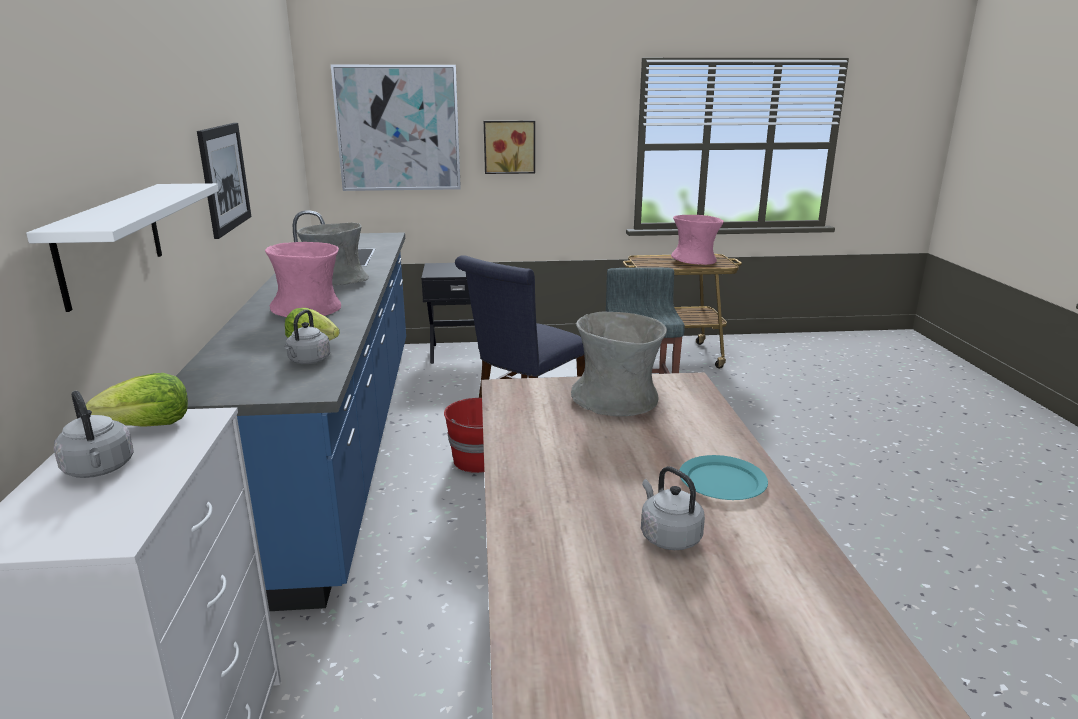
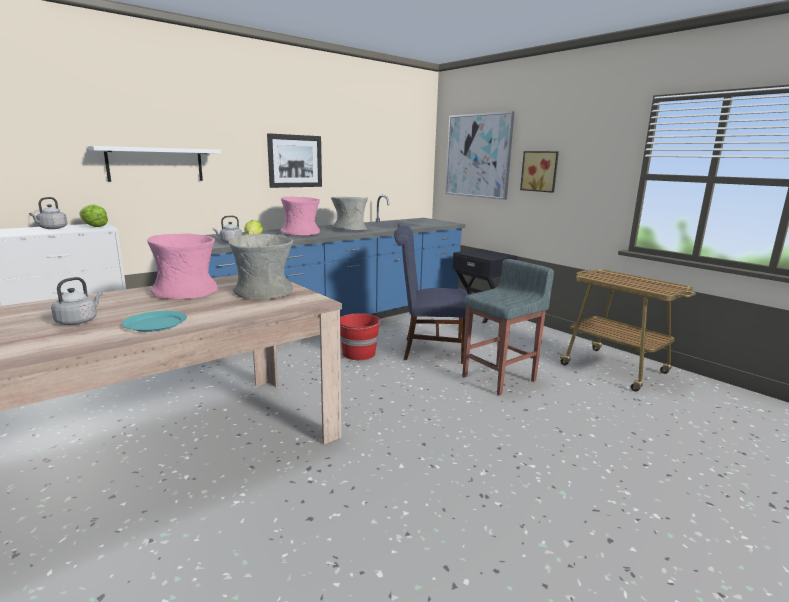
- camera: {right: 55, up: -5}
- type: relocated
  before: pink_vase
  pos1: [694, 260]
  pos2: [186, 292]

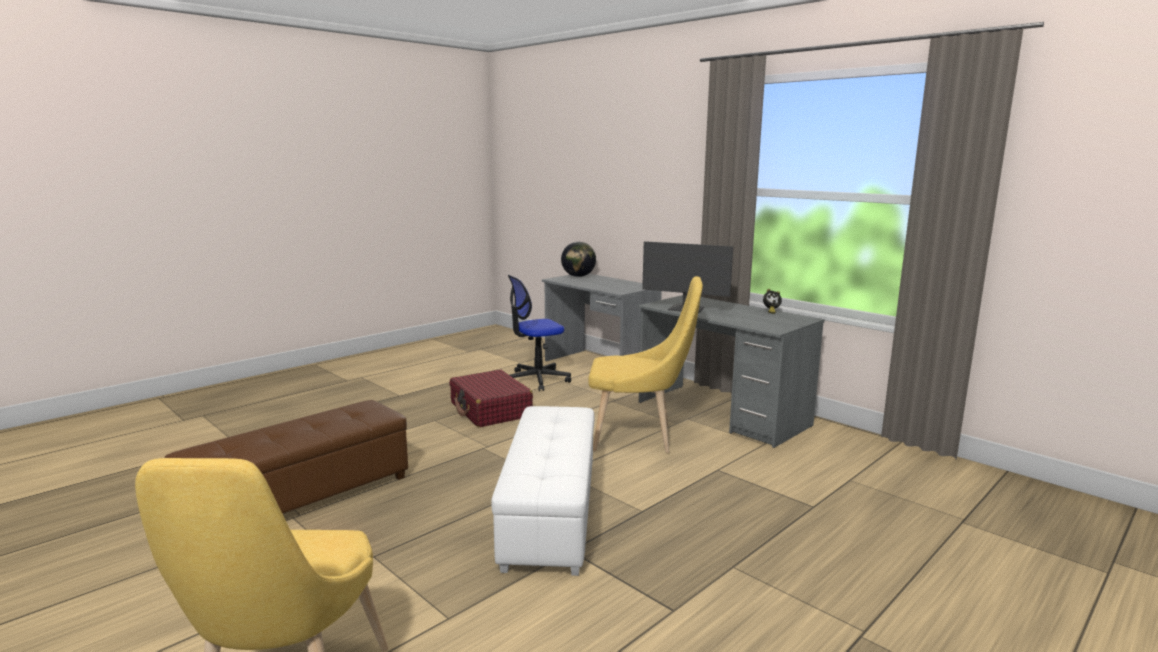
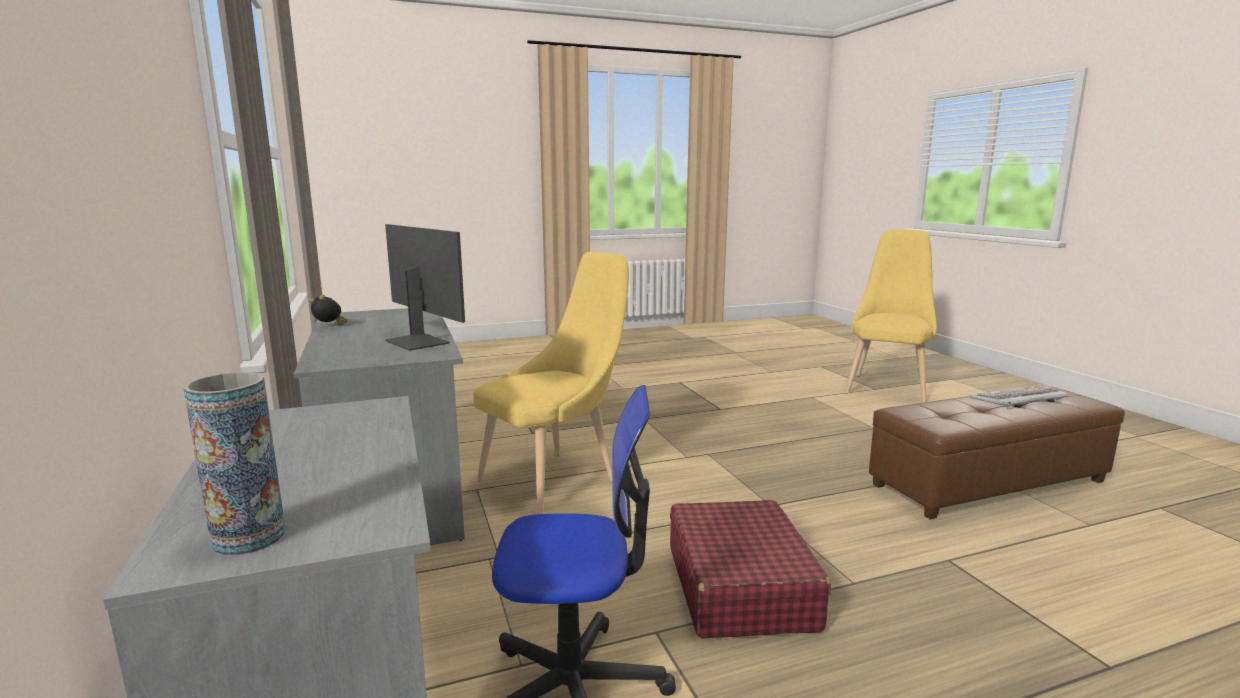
- camera: {right: -155, up: 0}
- type: exchanged
  before: globe
  after: vase
  pos1: [578, 276]
  pos2: [249, 537]
- type: spun
  before: yellow_chair
  pos1: [639, 437]
  pos2: [556, 479]
  turn: 105
- type: missing
  before: white_ottoman
  pos1: [551, 513]
- type: appeared
  after: keyboard
  pos2: [1018, 400]

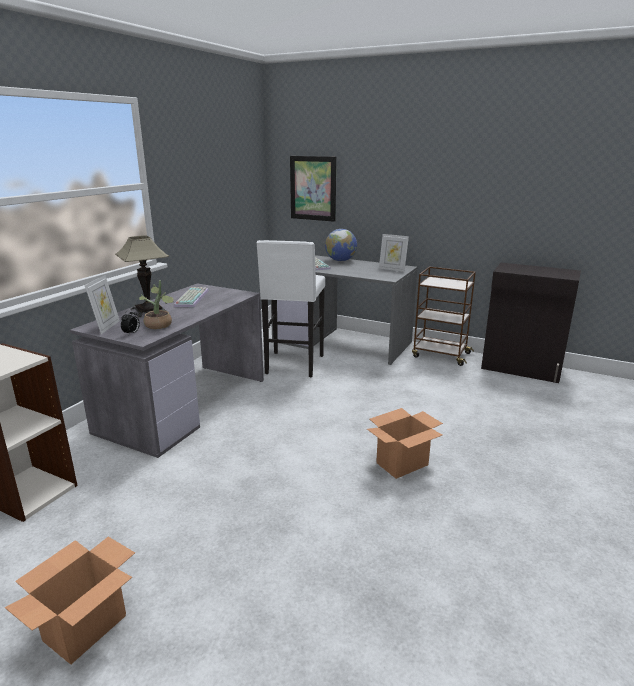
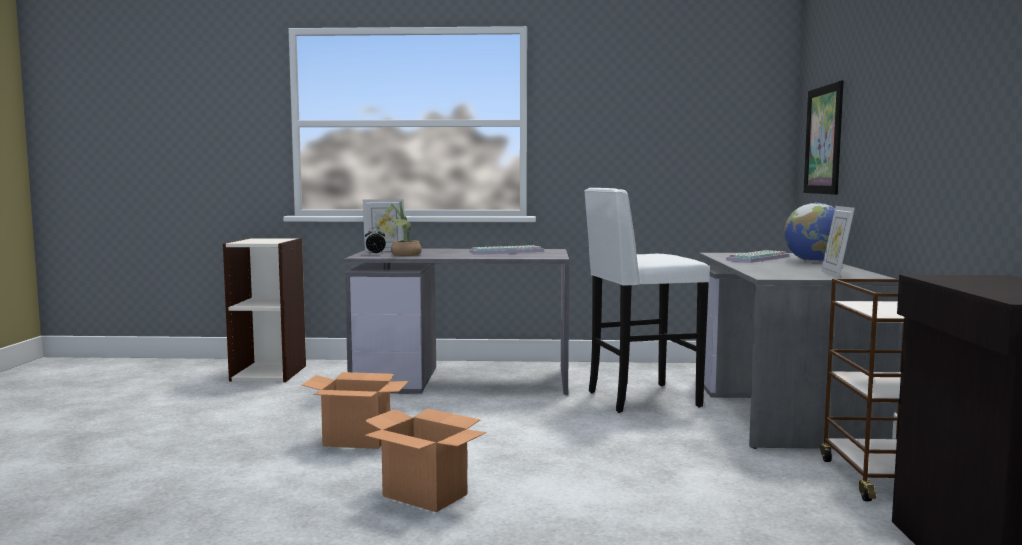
- camera: {right: 65, up: -15}
- type: missing
  before: table_lamp
  pos1: [149, 310]
- type: relocated
  before: cardboard_box
  pos1: [86, 627]
  pos2: [358, 440]

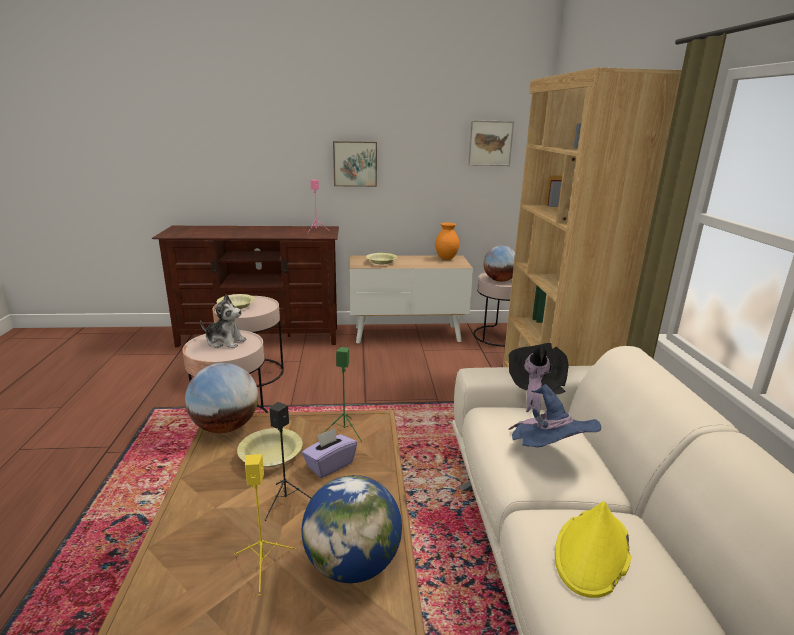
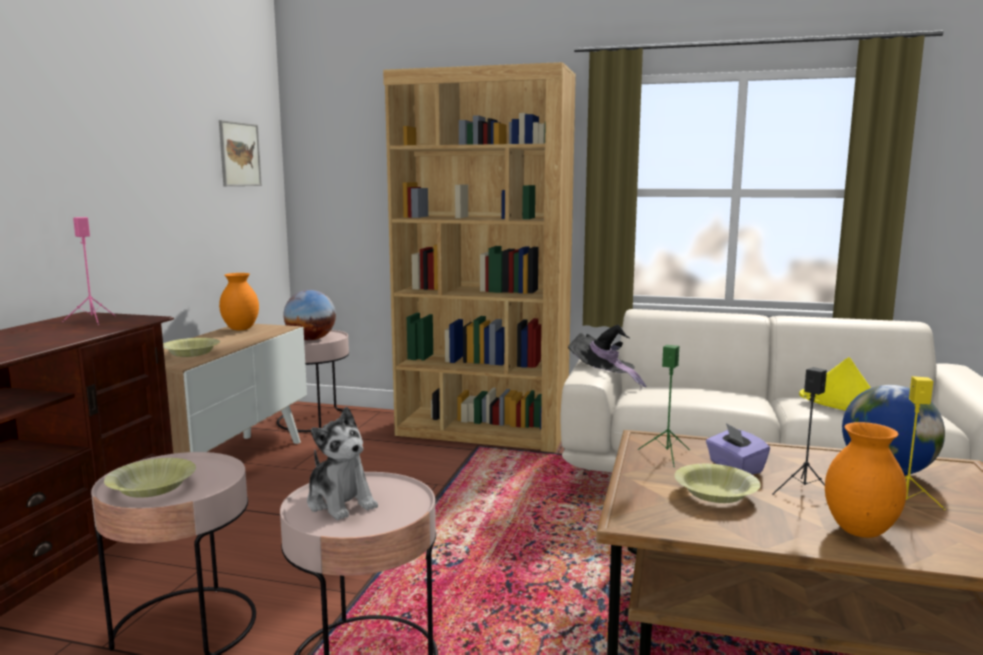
- camera: {right: -70, up: -10}
- type: missing
  before: picture
  pos1: [355, 163]
- type: spun
  before: plush_toy
  pos1: [225, 342]
  pos2: [340, 502]
  turn: 105
- type: missing
  before: globe
  pos1: [226, 427]
- type: missing
  before: blue_hat
  pos1: [549, 453]
- type: appeared
  after: orange_vase
  pos2: [858, 531]

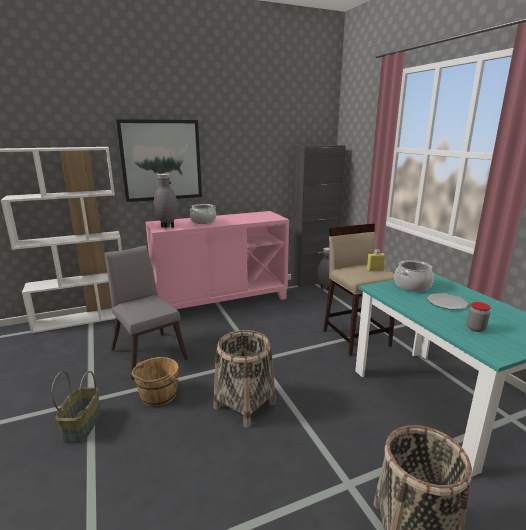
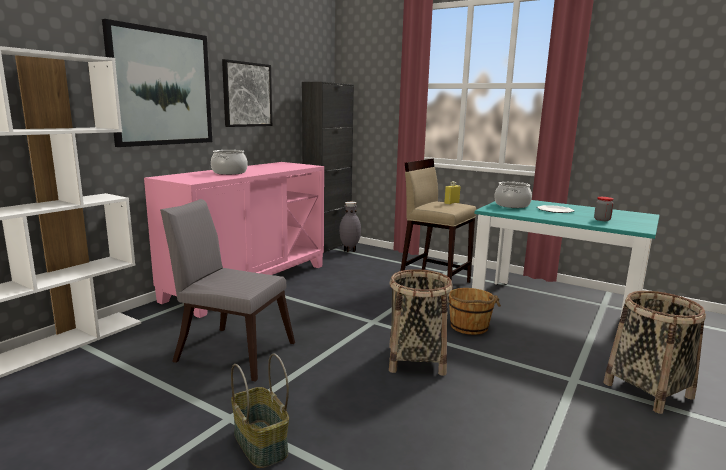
- camera: {right: -35, up: -5}
- type: missing
  before: grey_vase
  pos1: [167, 227]
- type: relocated
  before: brown_bucket
  pos1: [158, 395]
  pos2: [469, 327]
- type: appeared
  after: picture
  pos2: [247, 94]

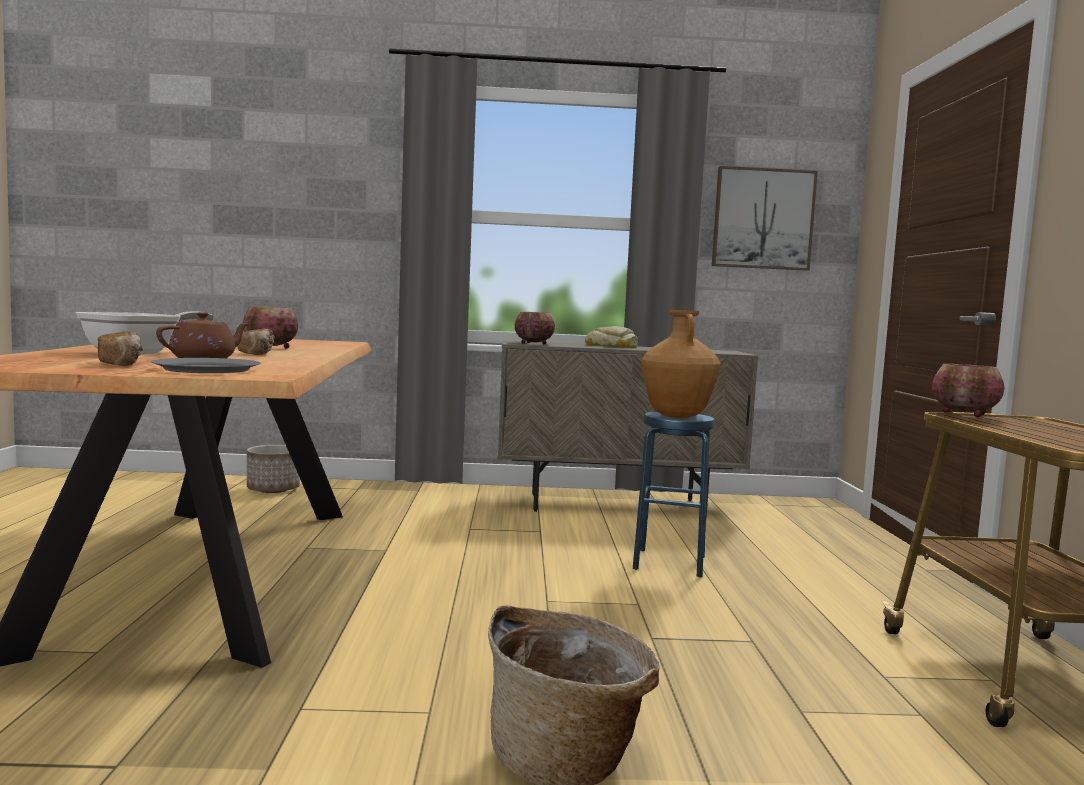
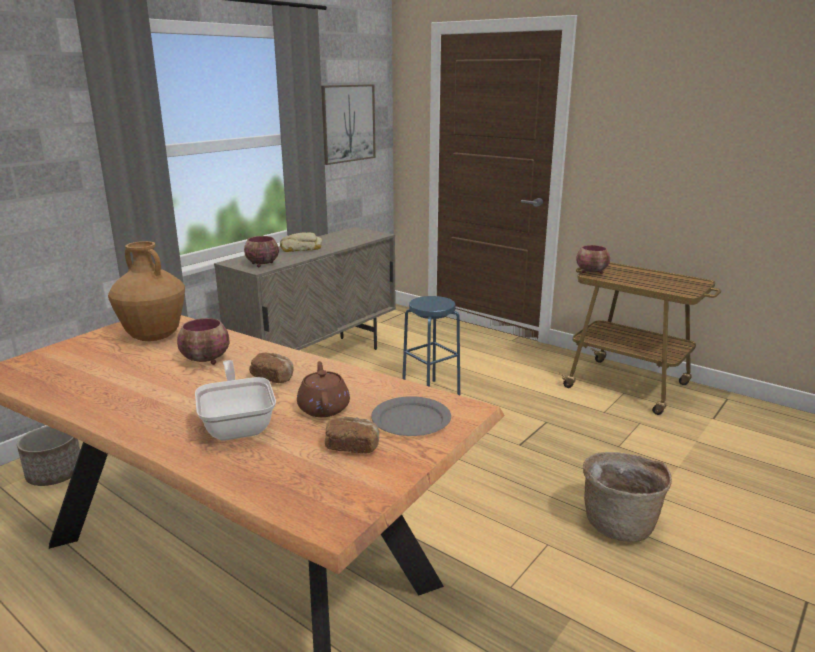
- camera: {right: -50, up: 15}
- type: relocated
  before: brown_vase
  pos1: [676, 416]
  pos2: [153, 337]

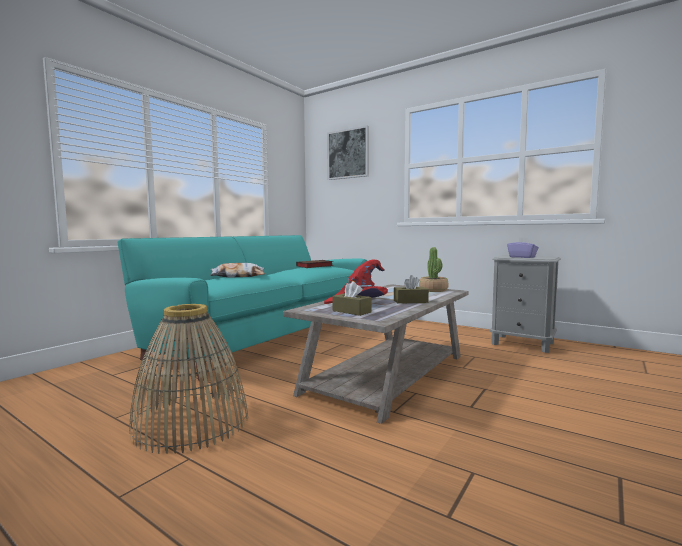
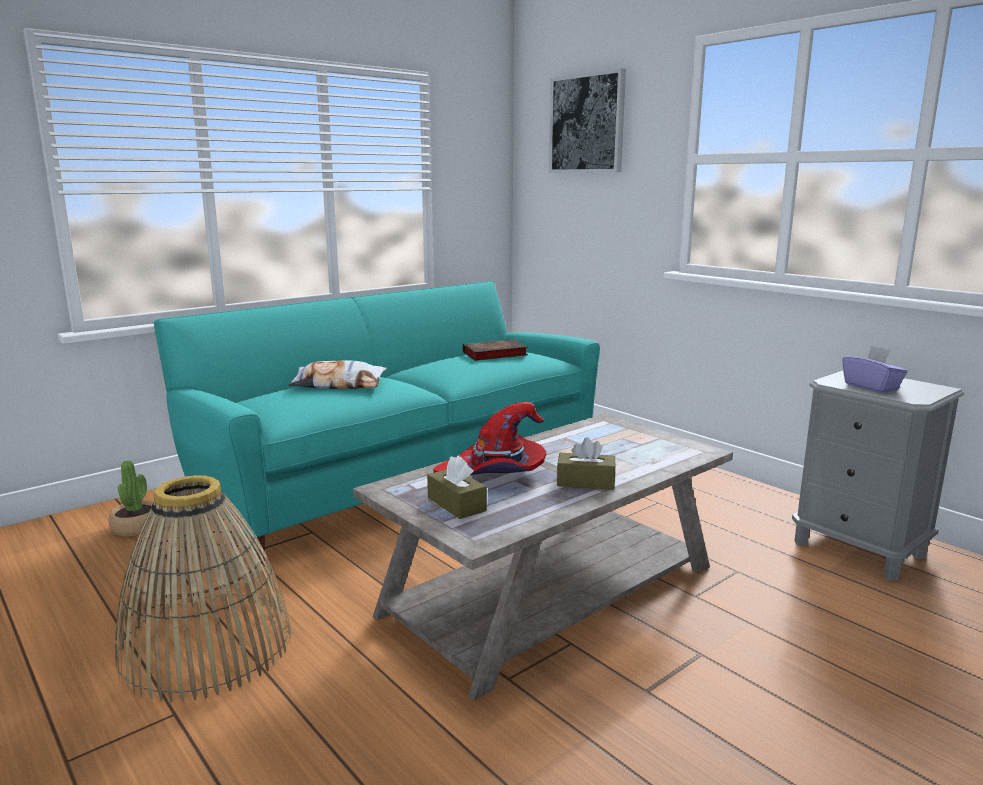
- camera: {right: 15, up: 10}
- type: relocated
  before: potted_plant
  pos1: [433, 290]
  pos2: [136, 528]

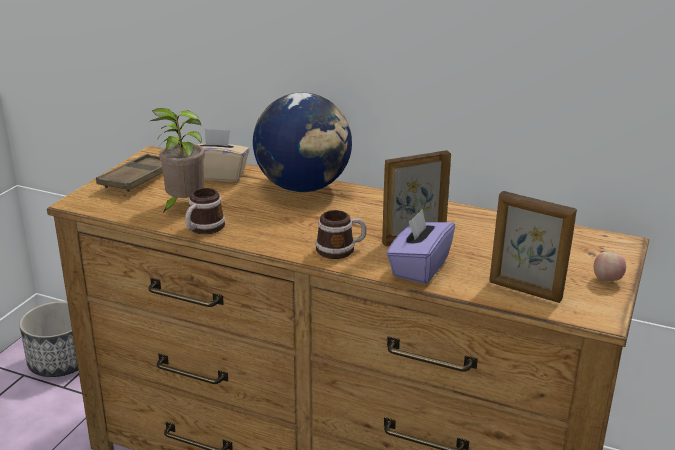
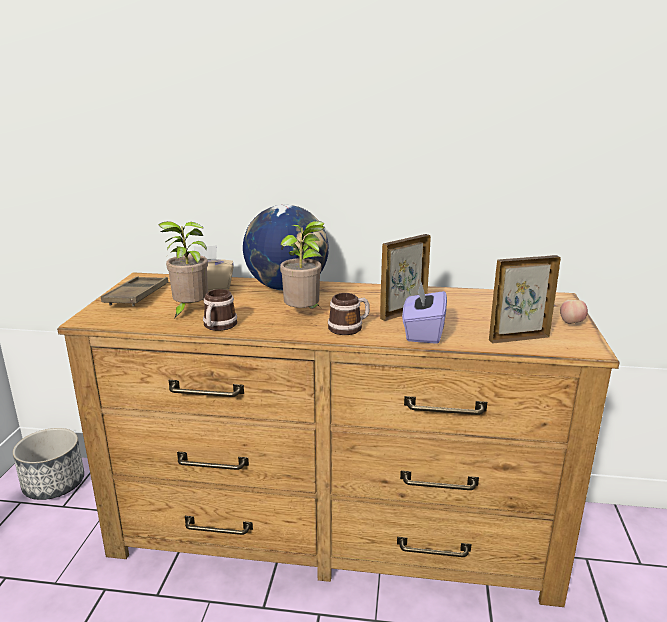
- camera: {right: -15, up: -5}
- type: spun
  before: picture_frame
  pos1: [525, 291]
  pos2: [518, 338]
  turn: 150
- type: appeared
  after: potted_plant
  pos2: [304, 314]

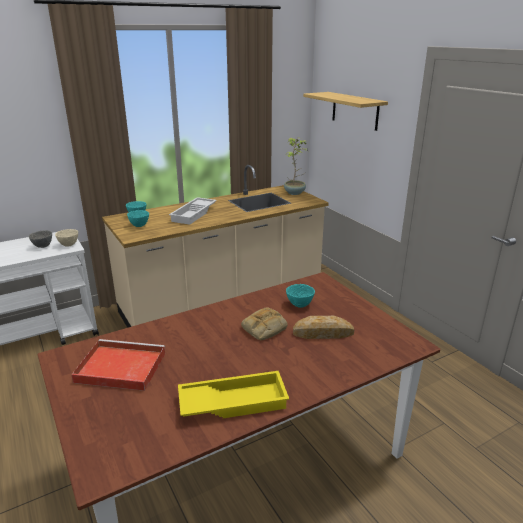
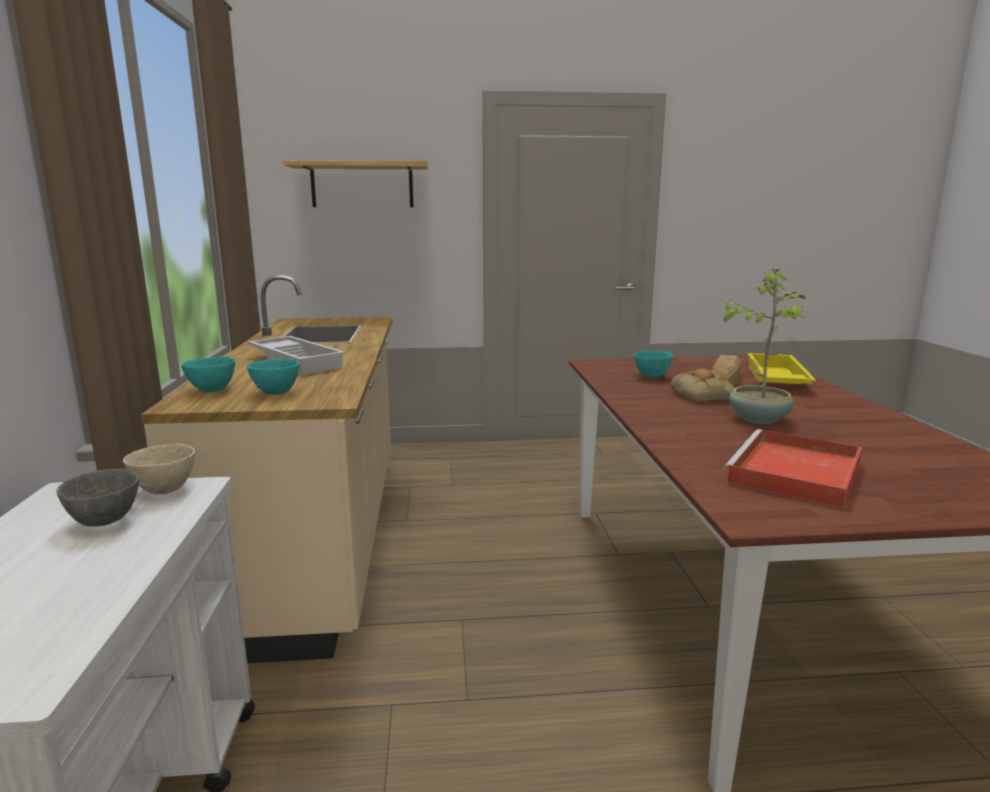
- camera: {right: -65, up: -10}
- type: relocated
  before: potted_plant
  pos1: [295, 193]
  pos2: [758, 418]
- type: relocated
  before: yellow_tray
  pos1: [233, 401]
  pos2: [775, 379]

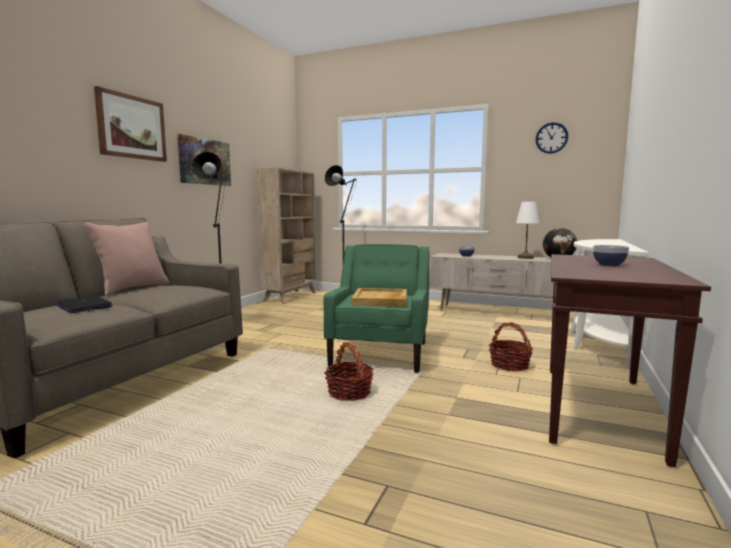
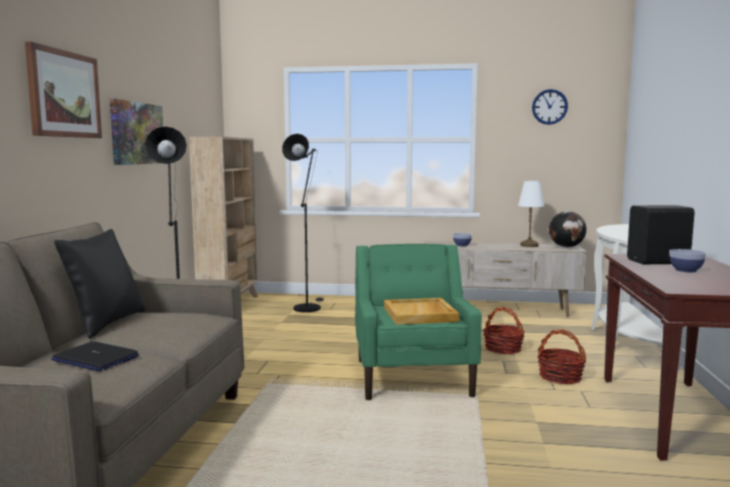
- camera: {right: -15, up: 0}
- type: colour
  before: pink_pillow
  after: black_pillow
  pos1: [132, 289]
  pos2: [106, 323]
- type: relocated
  before: basket
  pos1: [349, 392]
  pos2: [503, 349]
- type: appeared
  after: black_speaker
  pos2: [659, 262]

